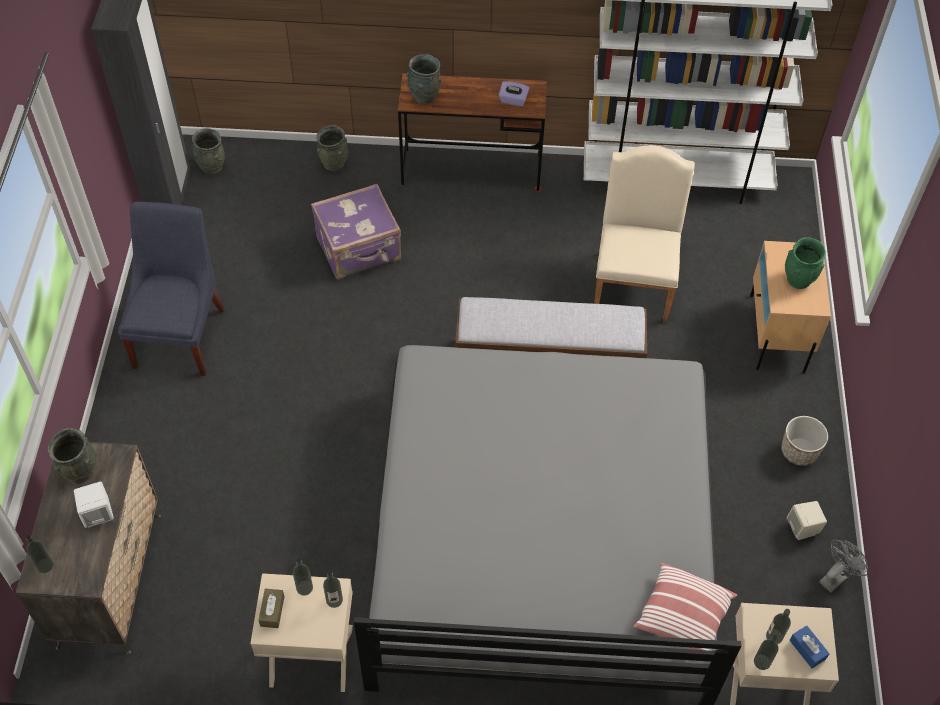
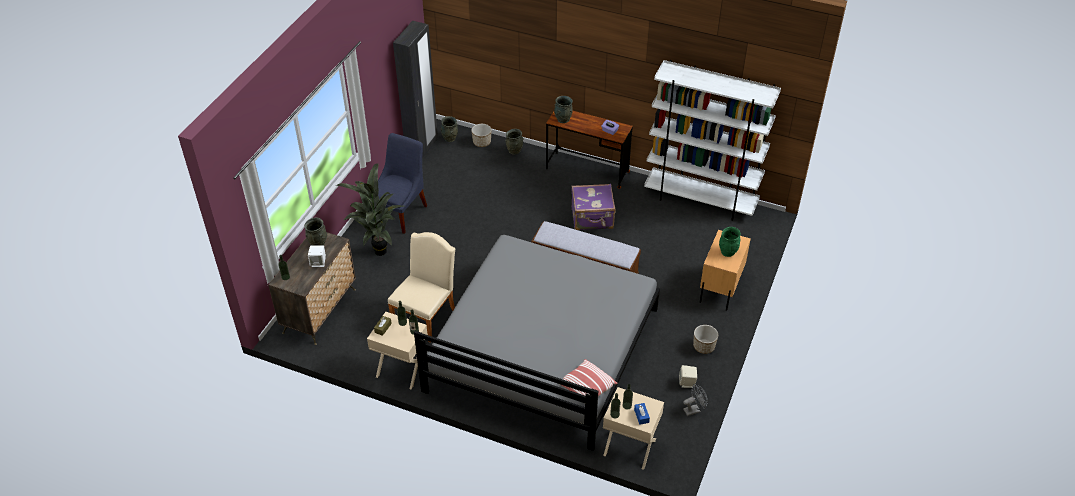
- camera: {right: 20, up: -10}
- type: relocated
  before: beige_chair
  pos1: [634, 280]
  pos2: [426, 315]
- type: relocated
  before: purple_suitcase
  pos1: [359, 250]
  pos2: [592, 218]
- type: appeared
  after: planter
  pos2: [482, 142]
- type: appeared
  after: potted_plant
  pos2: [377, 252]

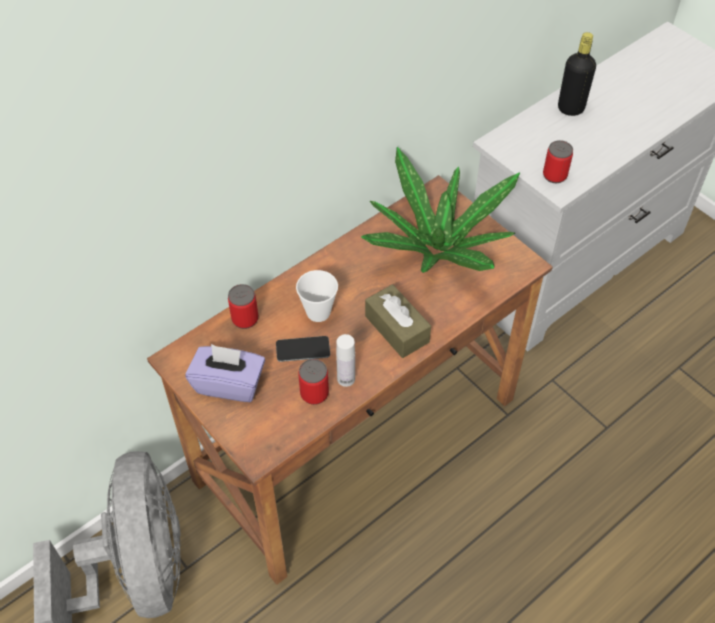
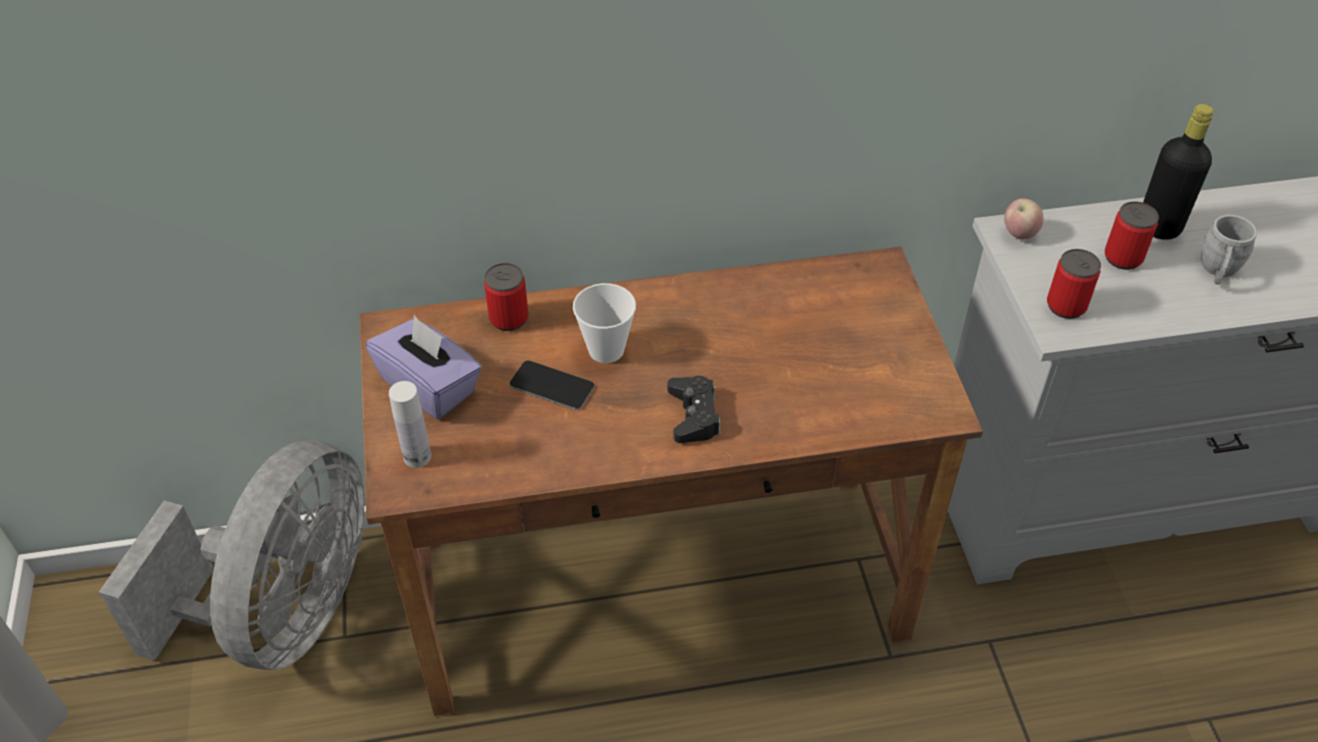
- camera: {right: 30, up: -5}
- type: missing
  before: potted_plant
  pos1: [438, 247]
- type: exchanged
  before: brown_tissue_box
  after: black_game_controller
  pos1: [397, 329]
  pos2: [694, 415]
- type: relocated
  before: white_bottle
  pos1: [346, 379]
  pos2: [417, 456]
- type: relocated
  before: can
  pos1: [314, 393]
  pos2: [1123, 258]
- type: appeared
  after: apple
  pos2: [1019, 234]
- type: appeared
  after: grey_mug
  pos2: [1217, 272]

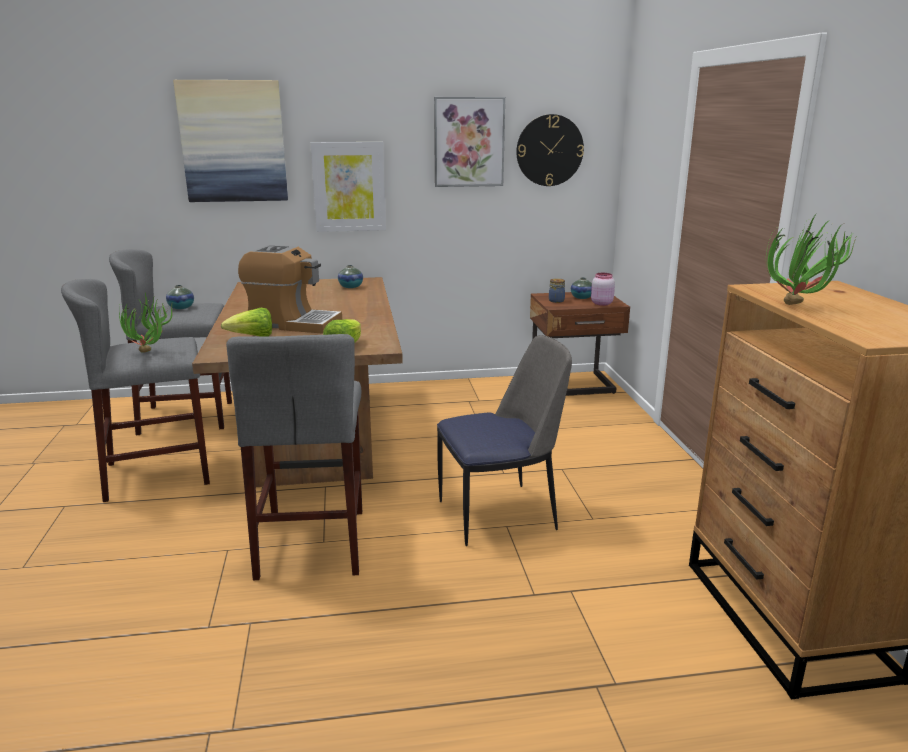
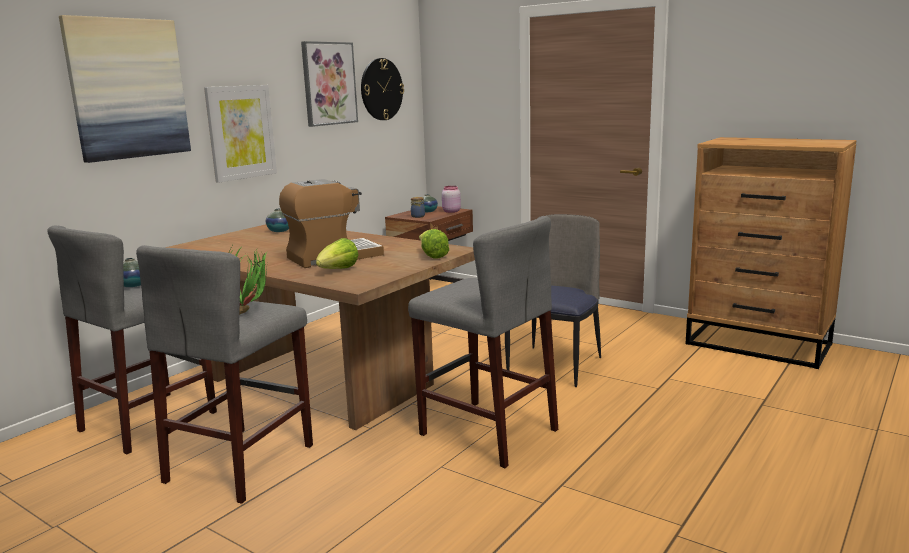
- camera: {right: -45, up: -5}
- type: missing
  before: potted_plant
  pos1: [802, 307]

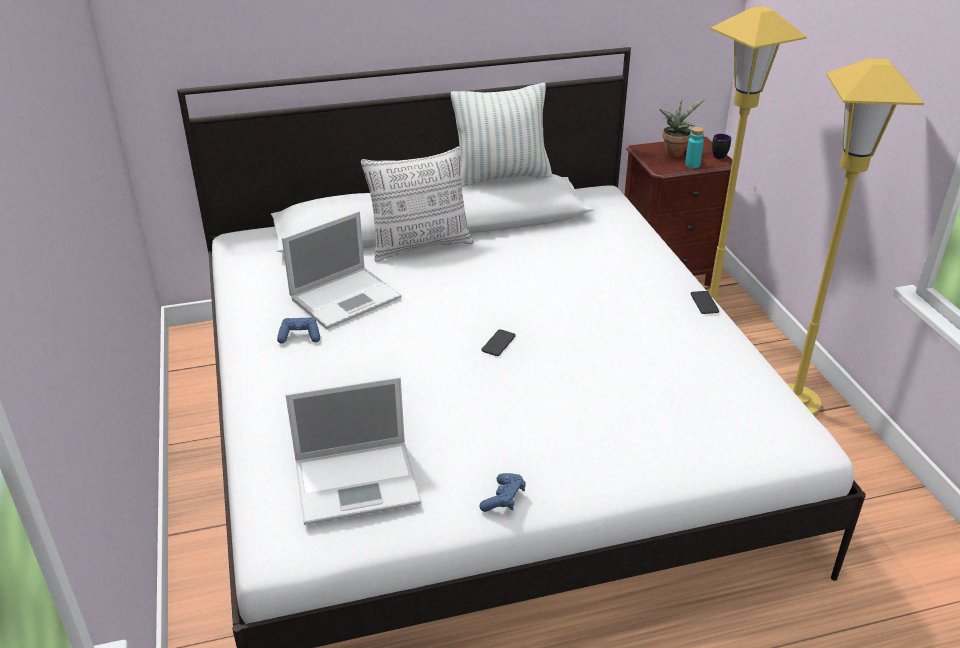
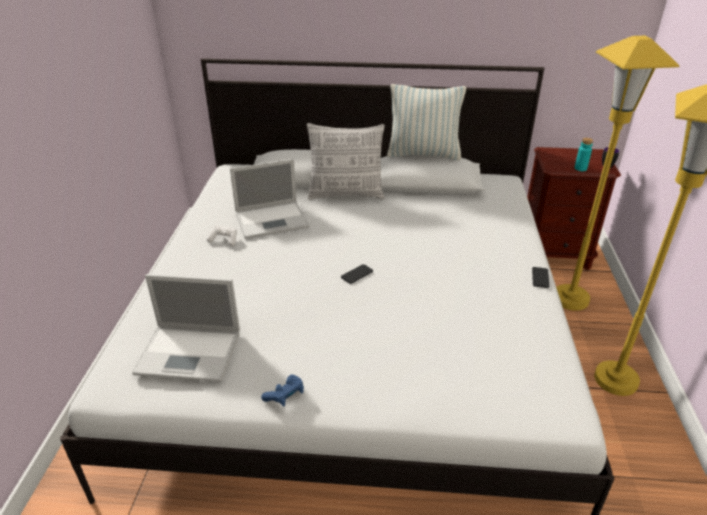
- camera: {right: 20, up: 0}
- type: missing
  before: potted_plant
  pos1: [675, 152]
- type: colour
  before: blue_game_controller
  after: white_game_controller
  pos1: [300, 336]
  pos2: [224, 240]

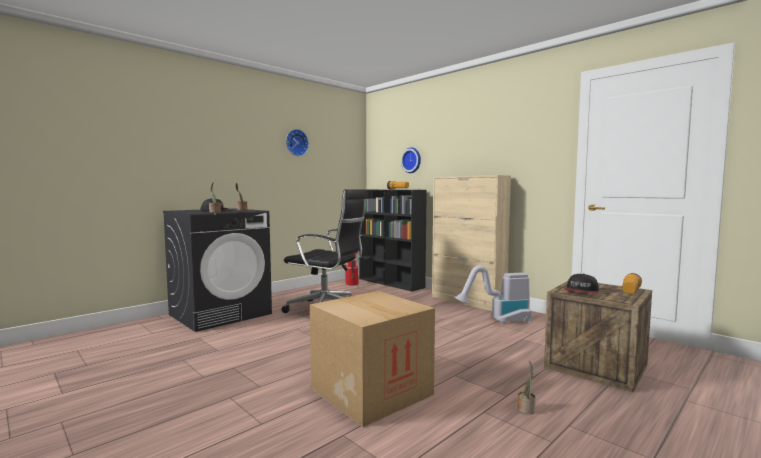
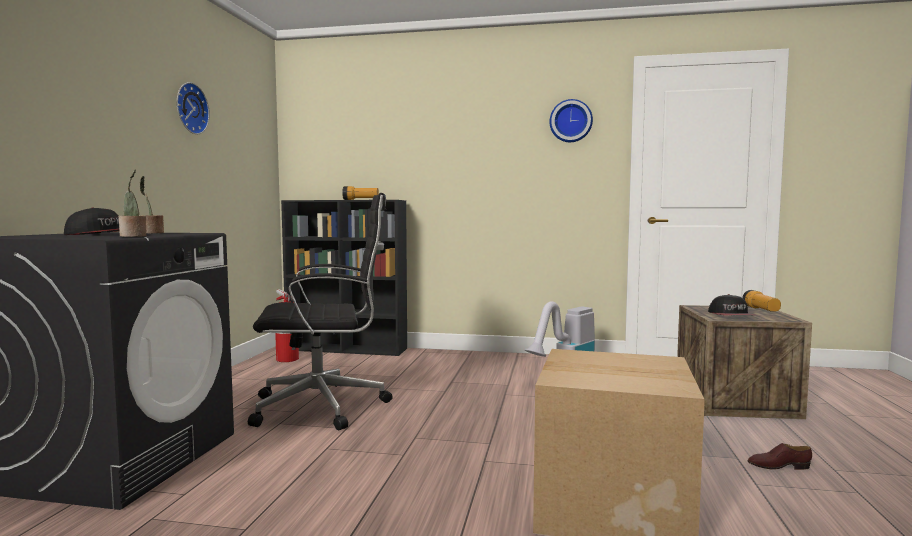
- camera: {right: -35, up: 0}
- type: relocated
  before: wall_clock
  pos1: [412, 160]
  pos2: [570, 121]
- type: missing
  before: beige_cabinet
  pos1: [468, 301]
- type: exchanged
  before: potted_plant
  after: brown_shoe
  pos1: [526, 409]
  pos2: [778, 466]

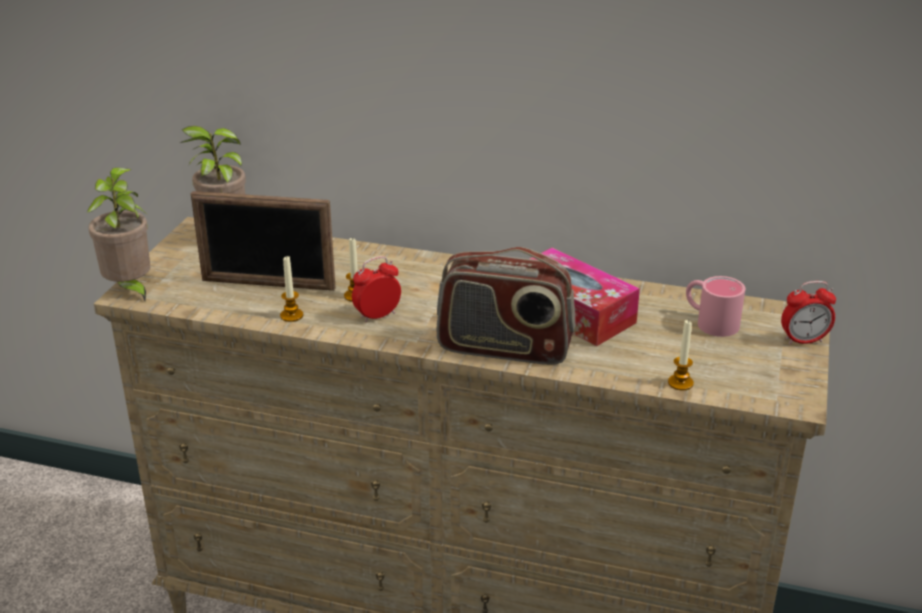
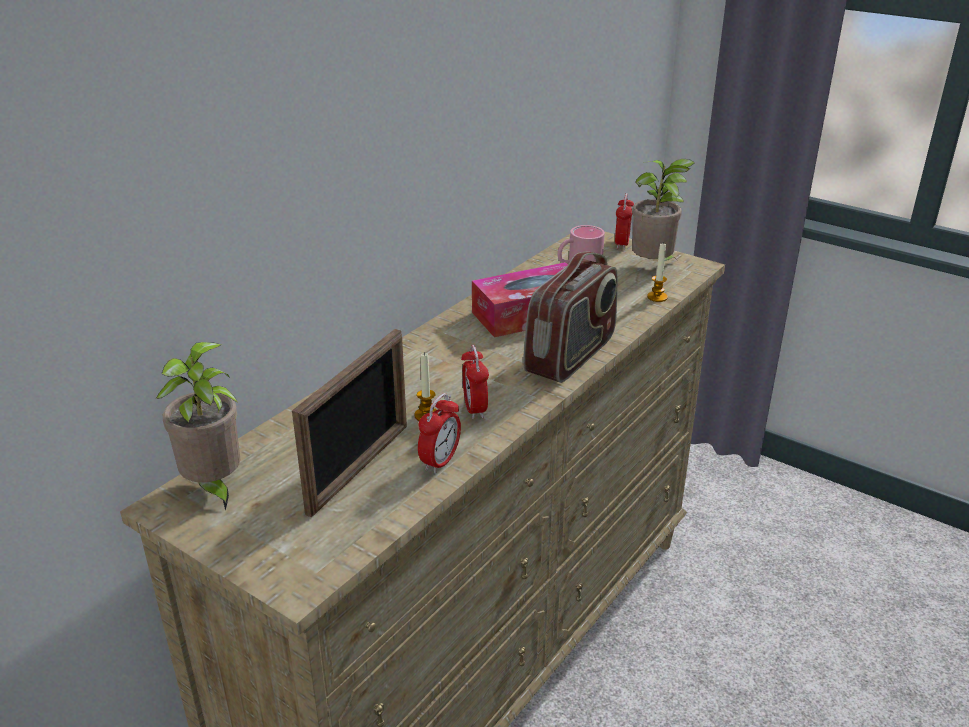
- camera: {right: -70, up: 0}
- type: relocated
  before: potted_plant
  pos1: [130, 290]
  pos2: [654, 266]
- type: exchanged
  before: candle
  after: alarm_clock
  pos1: [291, 315]
  pos2: [440, 461]

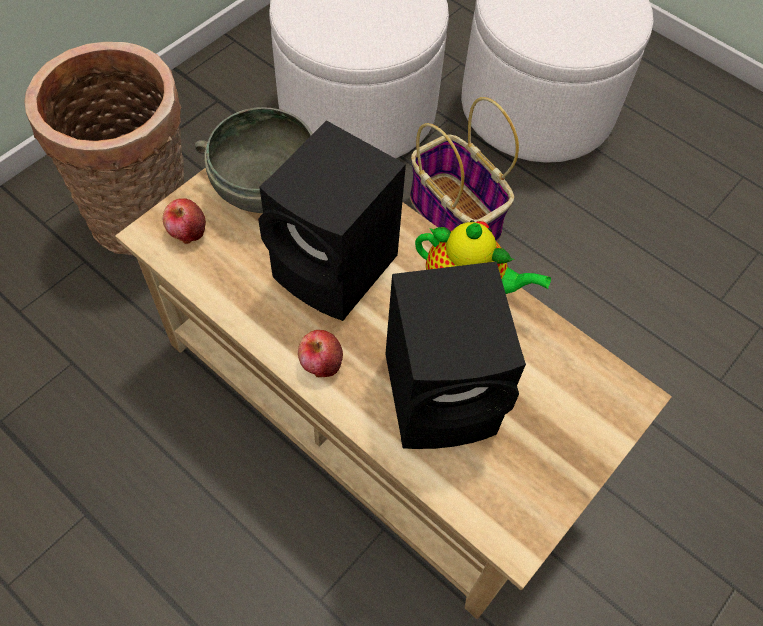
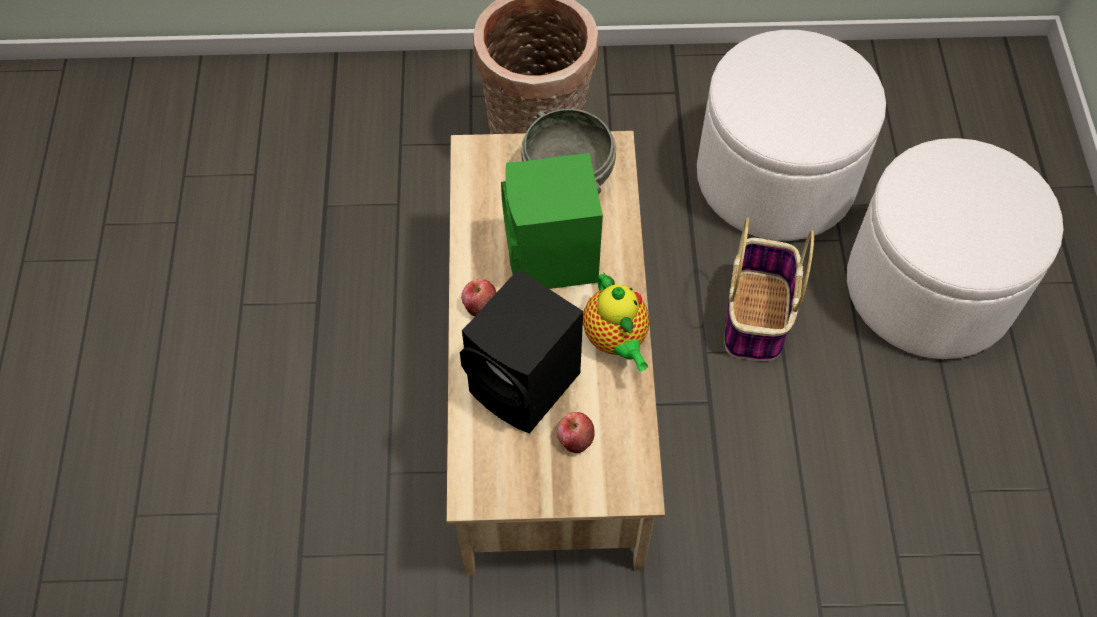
- camera: {right: 50, up: 0}
- type: colour
  before: black_speaker
  after: green_speaker
  pos1: [338, 270]
  pos2: [552, 261]
- type: relocated
  before: apple
  pos1: [187, 231]
  pos2: [575, 439]

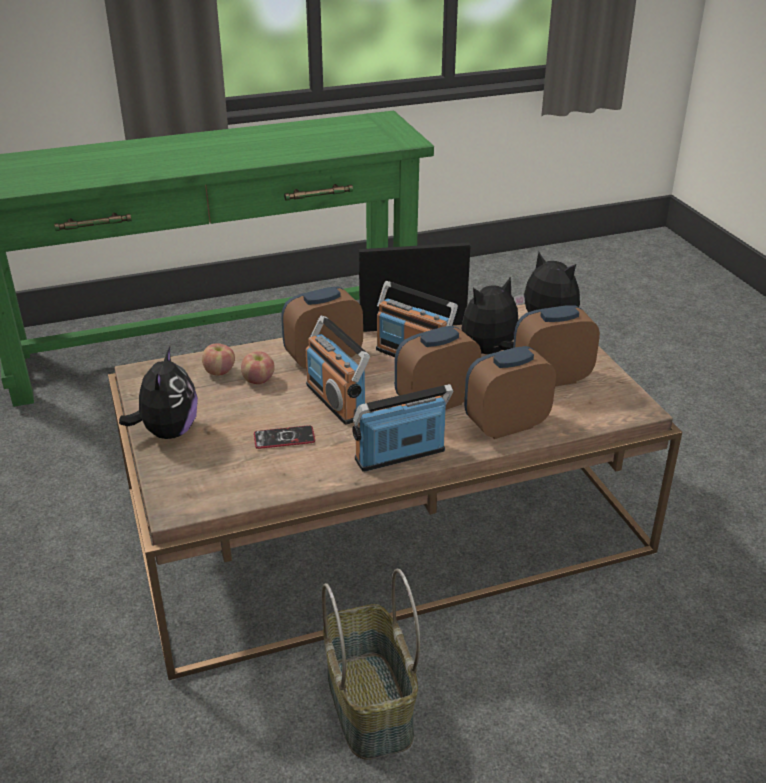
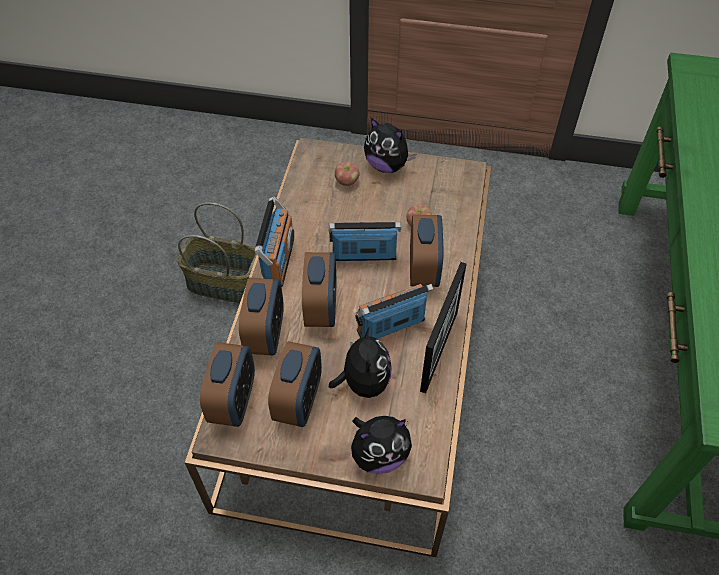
- camera: {right: 120, up: 20}
- type: relocated
  before: apple
  pos1: [219, 371]
  pos2: [347, 181]
- type: missing
  before: phone
  pos1: [284, 438]
- type: appeared
  after: alarm_clock
  pos2: [233, 401]

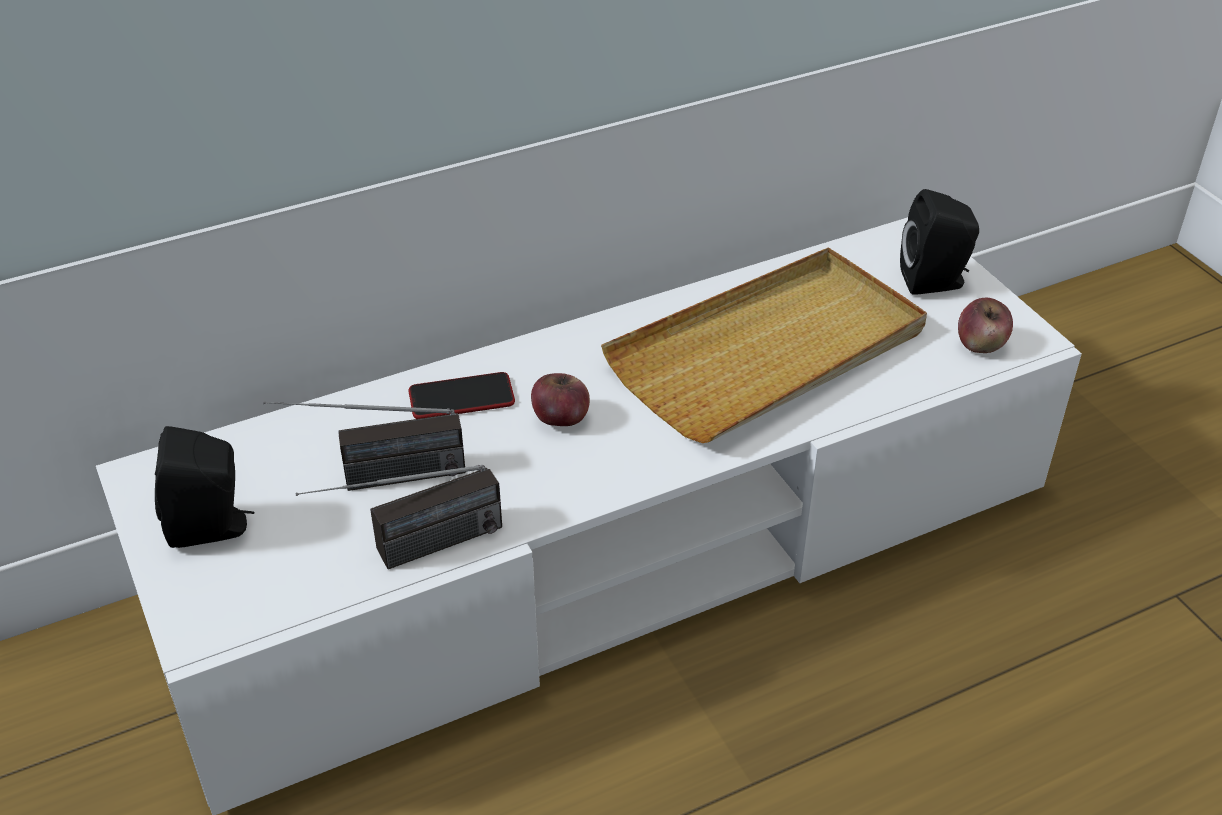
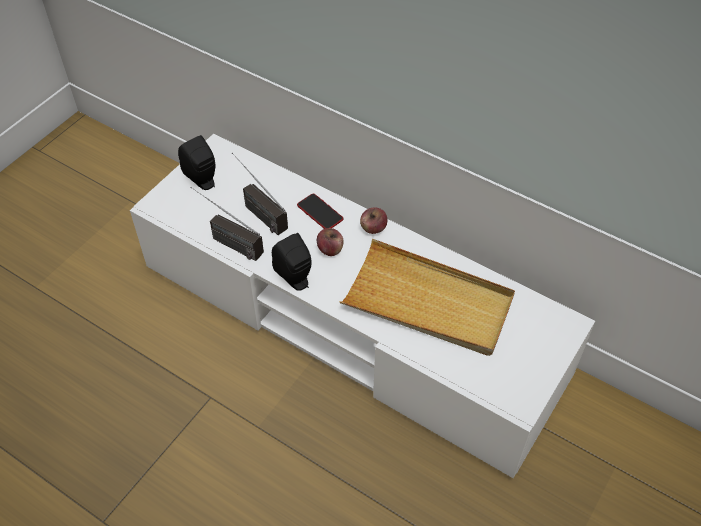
- camera: {right: 60, up: 10}
- type: relocated
  before: black_speaker
  pos1: [935, 282]
  pos2: [295, 279]
- type: relocated
  before: apple
  pos1: [981, 345]
  pos2: [373, 228]

